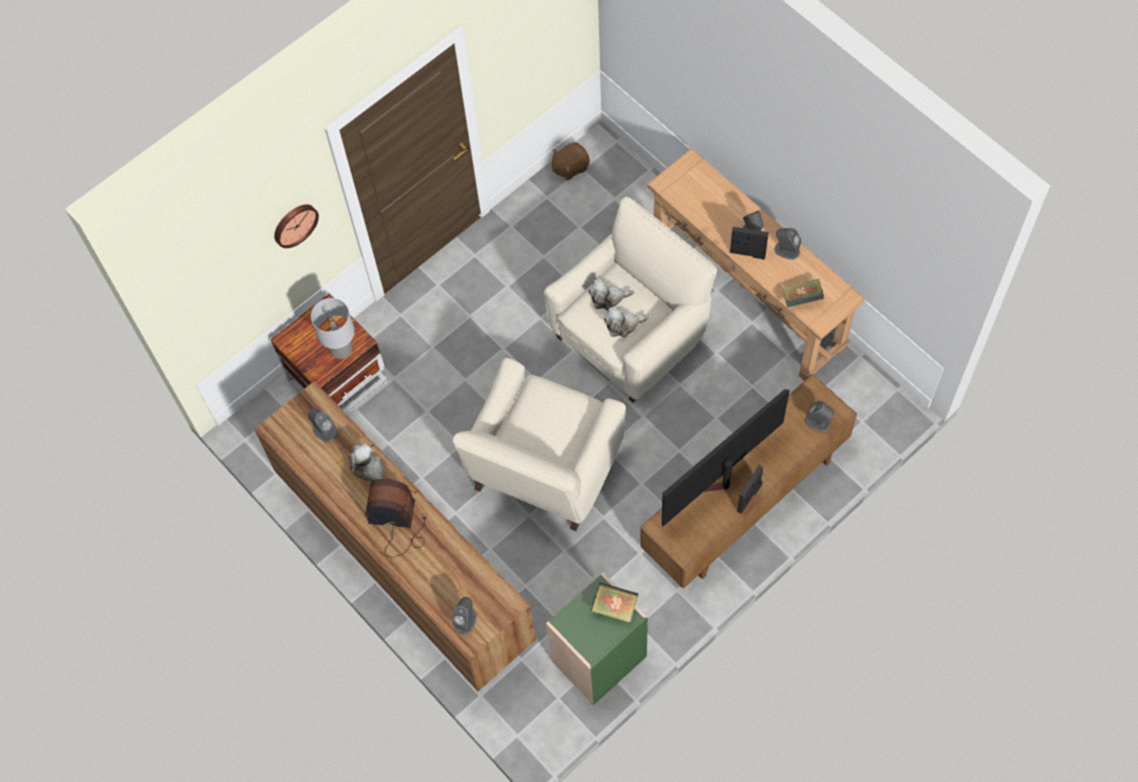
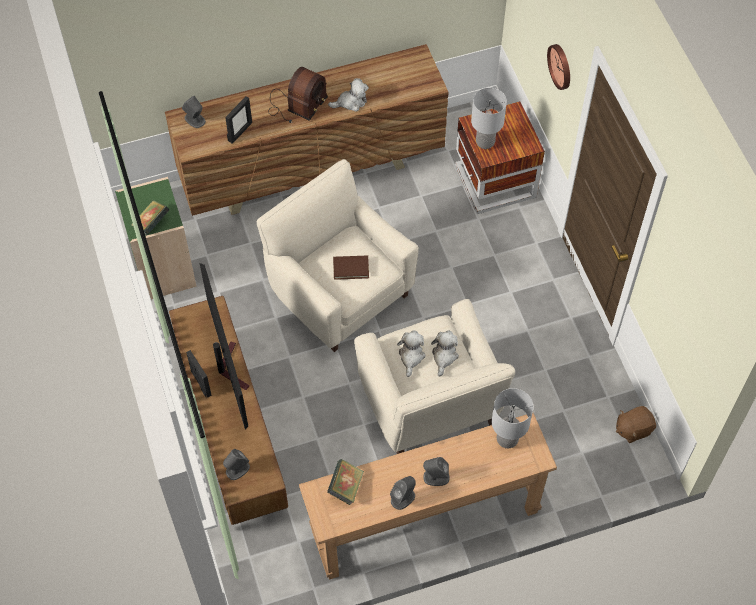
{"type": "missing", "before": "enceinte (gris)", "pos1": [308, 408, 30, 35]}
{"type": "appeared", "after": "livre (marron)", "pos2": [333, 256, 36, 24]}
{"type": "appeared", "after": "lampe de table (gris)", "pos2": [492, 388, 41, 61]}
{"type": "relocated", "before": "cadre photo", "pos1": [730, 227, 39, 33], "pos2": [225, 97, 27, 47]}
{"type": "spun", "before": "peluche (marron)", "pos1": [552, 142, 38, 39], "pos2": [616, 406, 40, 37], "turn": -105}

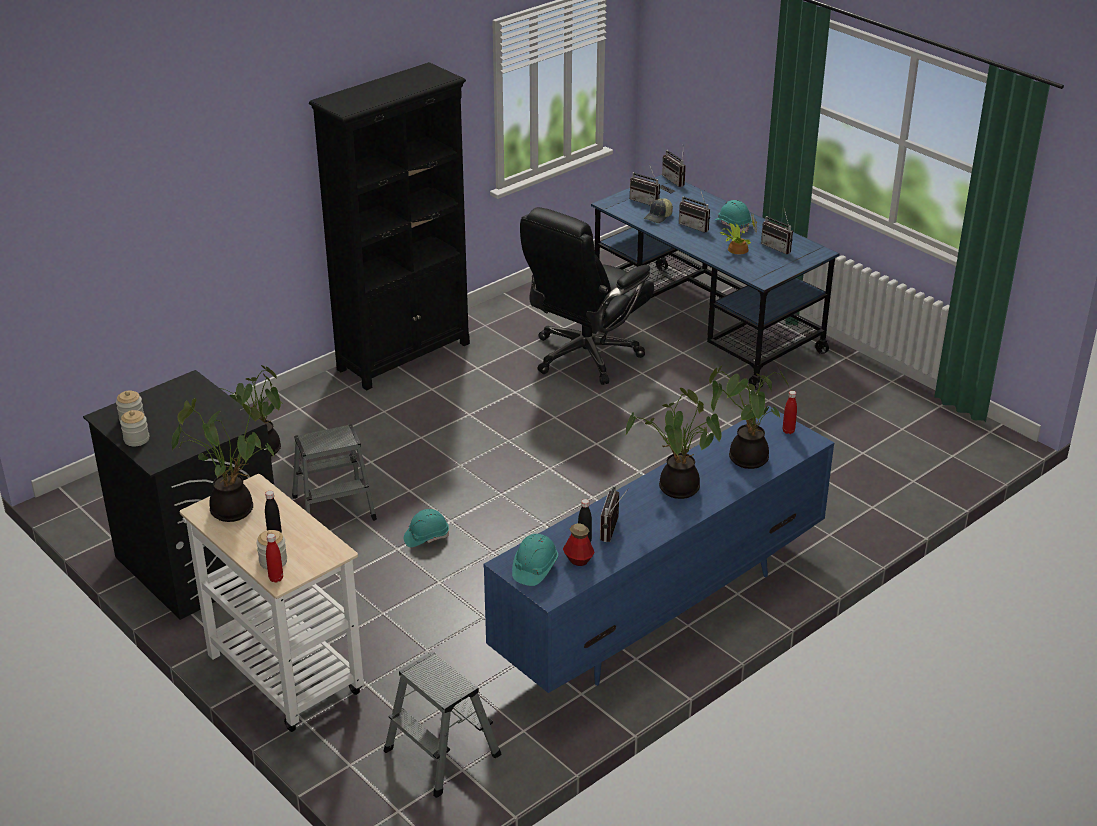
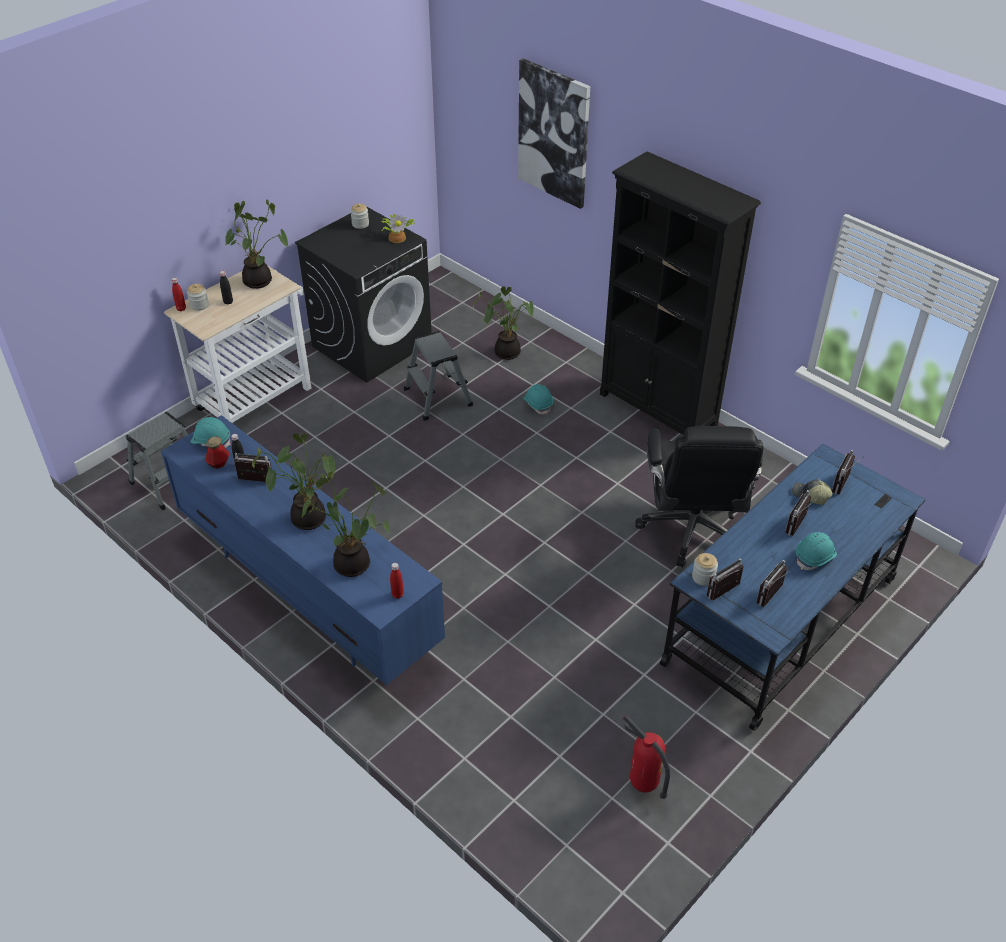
{"type": "appeared", "after": "tableau", "pos2": [518, 59, 72, 150]}
{"type": "appeared", "after": "extincteur", "pos2": [623, 715, 47, 84]}
{"type": "relocated", "before": "bocal", "pos1": [120, 410, 29, 37], "pos2": [692, 553, 26, 33]}
{"type": "relocated", "before": "casque de chantier (turquoise)", "pos1": [404, 509, 45, 38], "pos2": [524, 384, 29, 31]}
{"type": "relocated", "before": "radio", "pos1": [662, 150, 24, 37], "pos2": [707, 559, 37, 42]}
{"type": "relocated", "before": "plante en pot", "pos1": [720, 214, 37, 40], "pos2": [381, 213, 34, 30]}
{"type": "spun", "before": "chaise de bureau (noir)", "pos1": [520, 207, 134, 178], "pos2": [635, 426, 128, 141], "turn": -120}

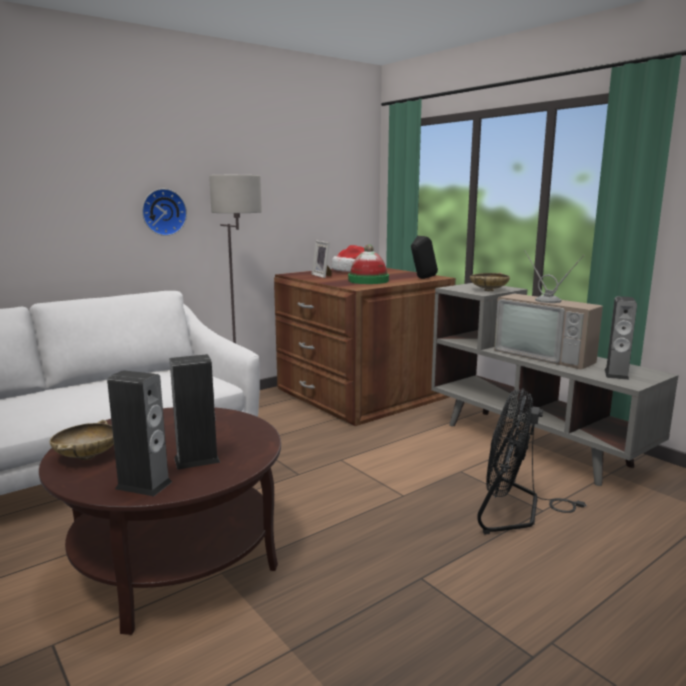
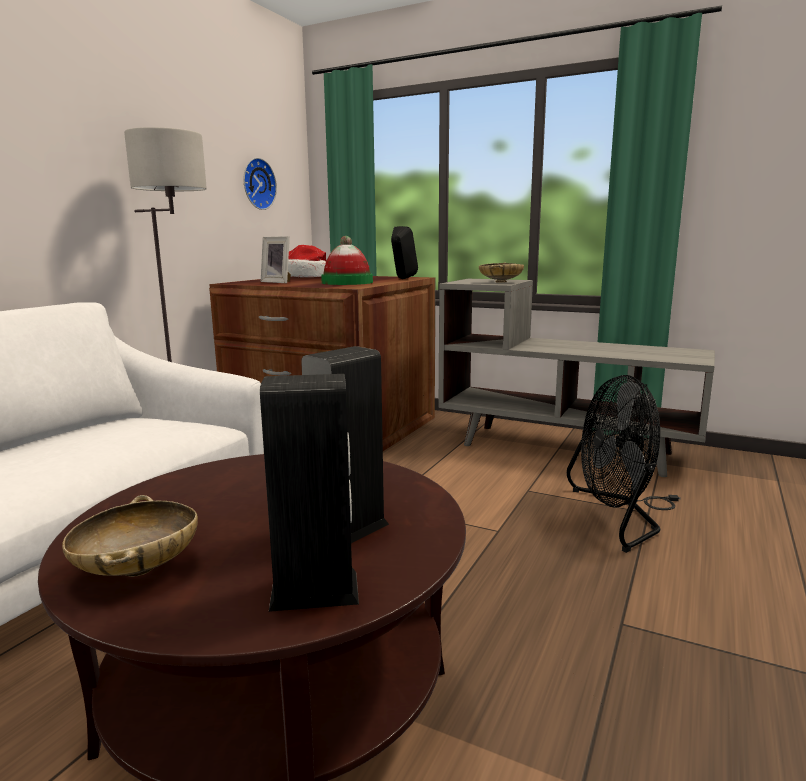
{"type": "missing", "before": "téléviseur", "pos1": [494, 250, 109, 120]}
{"type": "missing", "before": "enceinte", "pos1": [605, 296, 32, 84]}
{"type": "relocated", "before": "horloge murale", "pos1": [142, 189, 45, 47], "pos2": [244, 158, 33, 52]}

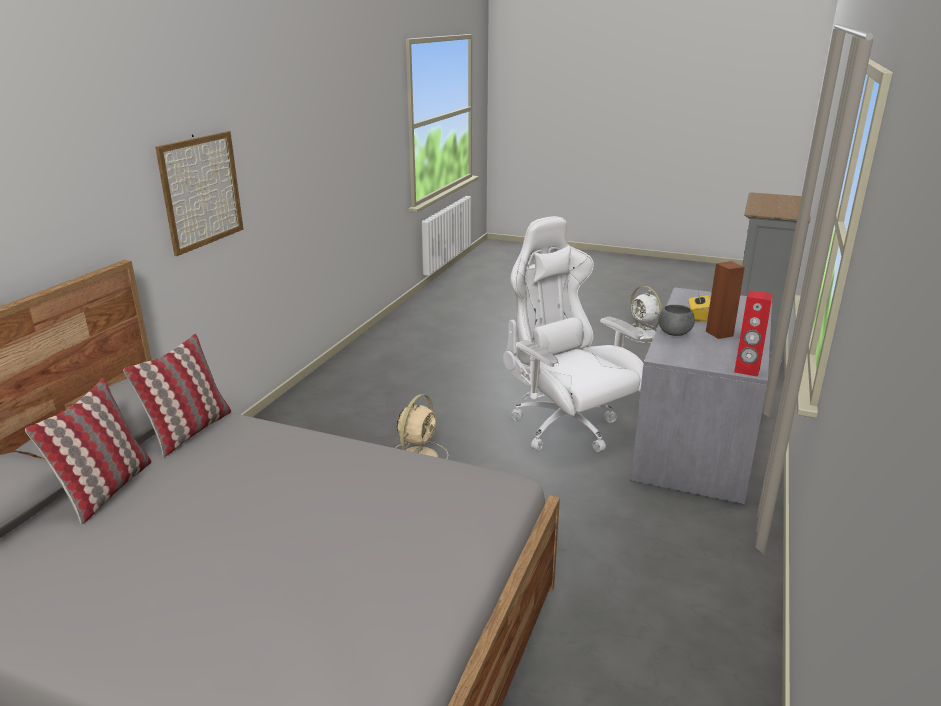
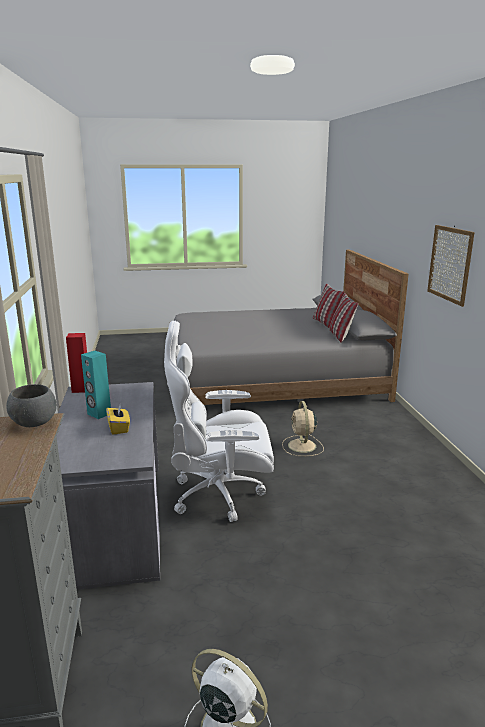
{"type": "relocated", "before": "bol (gris)", "pos1": [659, 305, 36, 31], "pos2": [6, 384, 51, 43]}
{"type": "colour", "before": "enceinte (marron)", "after": "enceinte (turquoise)", "pos1": [706, 261, 39, 78], "pos2": [81, 351, 30, 68]}
{"type": "spun", "before": "chaise de bureau (blanc)", "pos1": [503, 216, 141, 236], "pos2": [164, 321, 110, 201], "turn": 150}

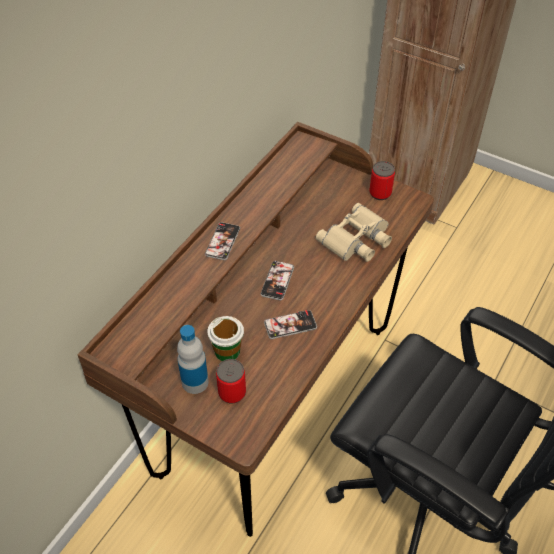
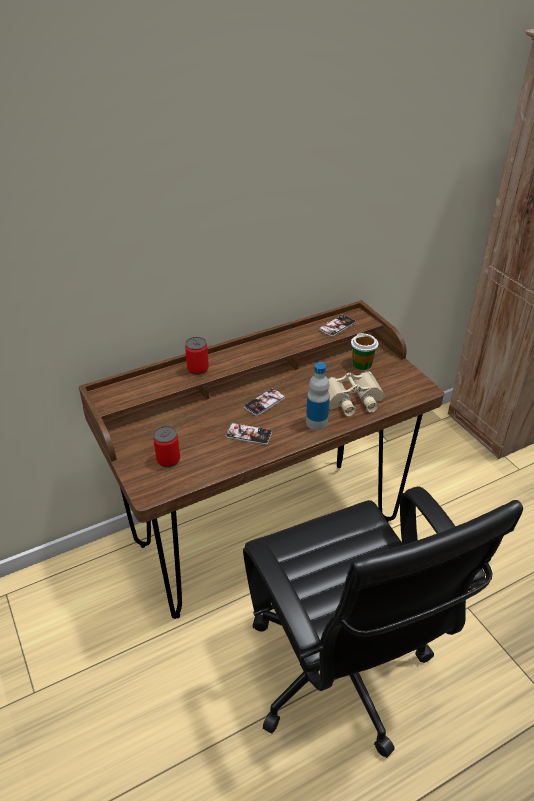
{"type": "relocated", "before": "bouteille", "pos1": [177, 325, 32, 69], "pos2": [306, 362, 24, 68]}
{"type": "relocated", "before": "téléphone", "pos1": [205, 222, 35, 38], "pos2": [319, 314, 37, 23]}
{"type": "relocated", "before": "tasse", "pos1": [207, 316, 37, 45], "pos2": [351, 333, 27, 37]}
{"type": "relocated", "before": "boîte métallique", "pos1": [369, 161, 26, 39], "pos2": [185, 337, 24, 38]}

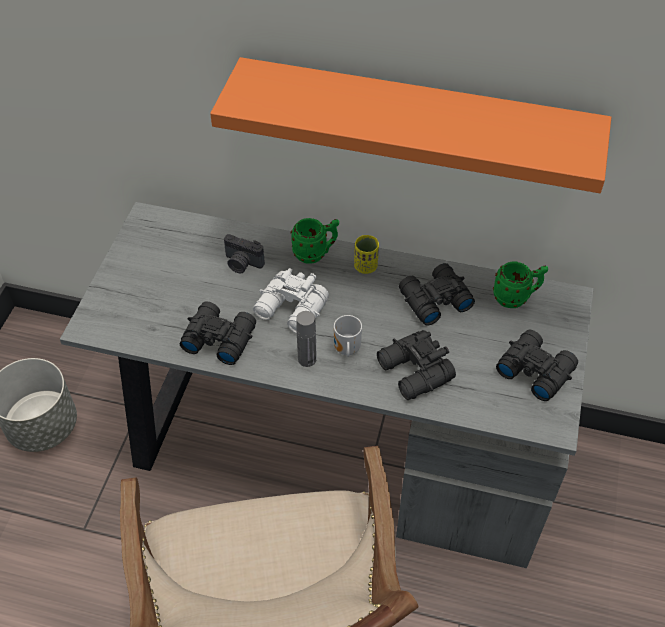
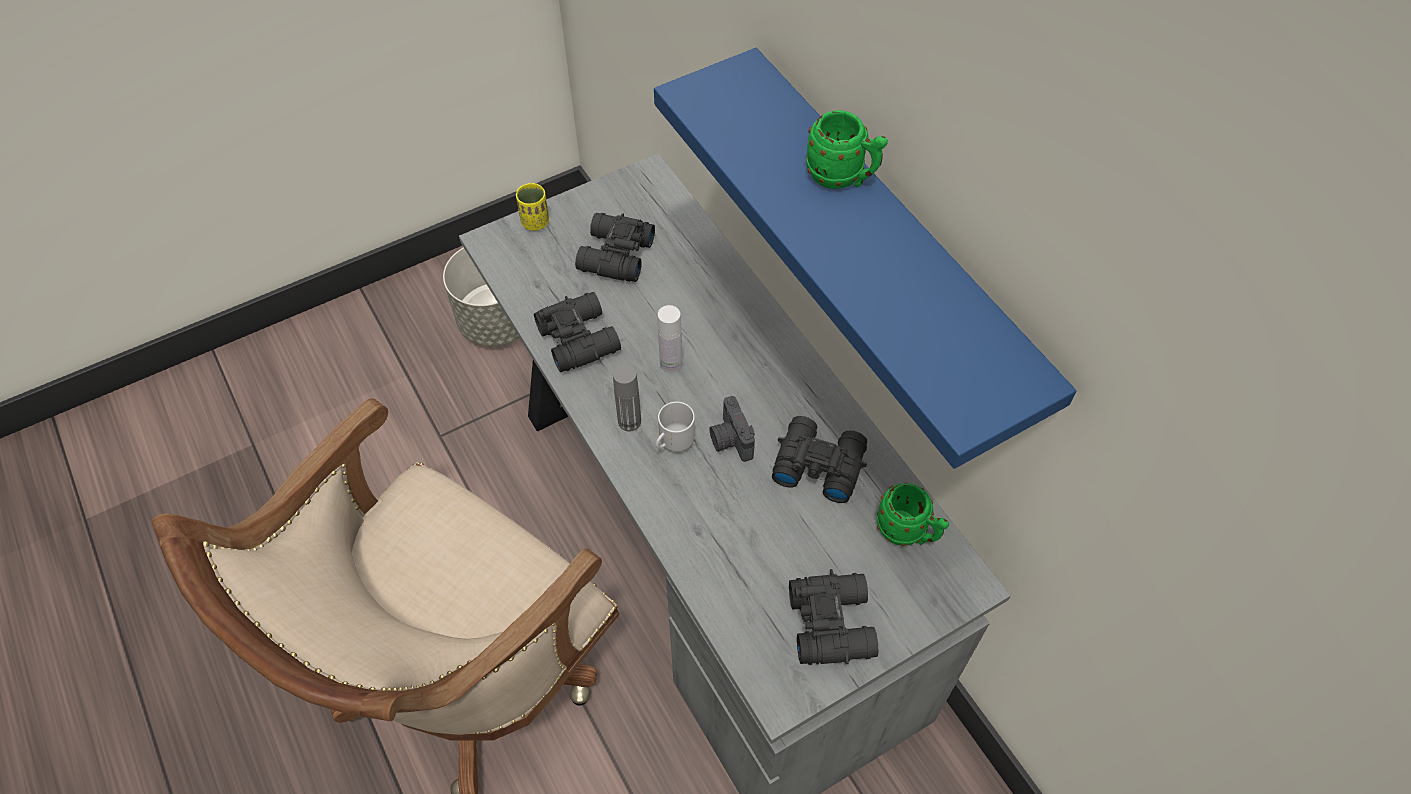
{"type": "relocated", "before": "appareil photo", "pos1": [224, 234, 41, 39], "pos2": [709, 396, 46, 66]}
{"type": "relocated", "before": "mug (vert)", "pos1": [291, 218, 48, 46], "pos2": [806, 110, 82, 79]}
{"type": "relocated", "before": "tasse (jaune)", "pos1": [354, 235, 25, 39], "pos2": [516, 183, 33, 48]}
{"type": "relocated", "before": "jumelles (noir)", "pos1": [377, 330, 79, 70], "pos2": [575, 213, 80, 69]}
{"type": "exchanged", "before": "jumelles (blanc)", "after": "bouteille (blanc)", "pos1": [253, 268, 76, 66], "pos2": [658, 305, 24, 68]}
{"type": "colour", "before": "étagère (orange)", "after": "étagère (bleu)", "pos1": [210, 57, 401, 136], "pos2": [654, 48, 422, 421]}

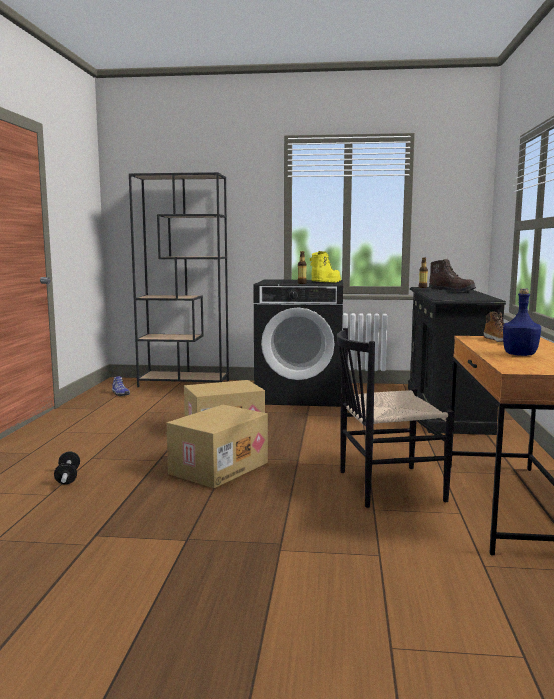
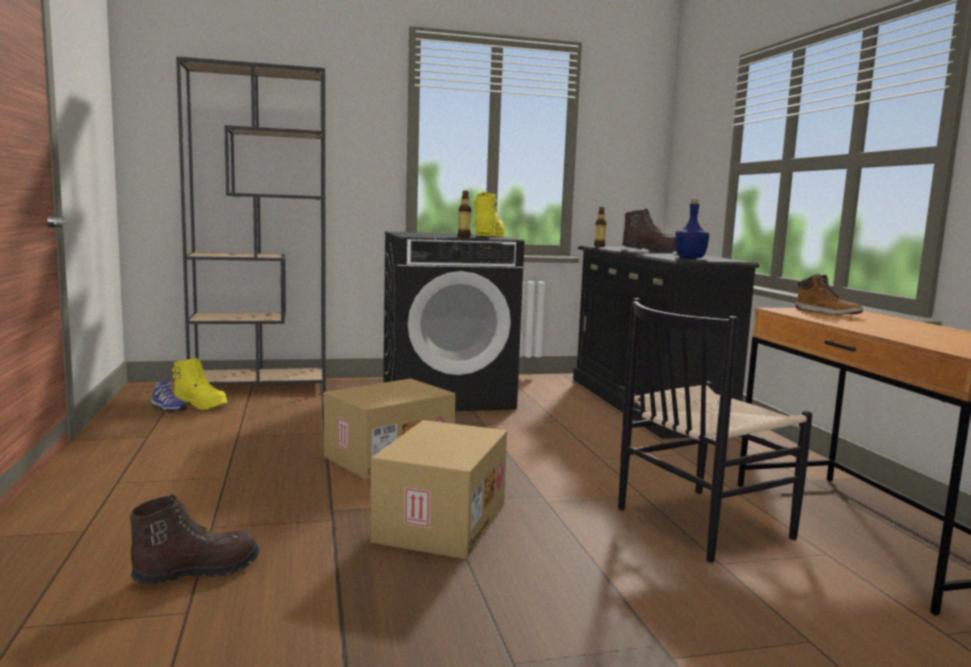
{"type": "appeared", "after": "botte (jaune)", "pos2": [172, 358, 56, 52]}
{"type": "relocated", "before": "bouteille (bleu)", "pos1": [503, 288, 38, 68], "pos2": [675, 199, 34, 59]}
{"type": "exchanged", "before": "haltère", "after": "botte (marron)", "pos1": [54, 452, 26, 33], "pos2": [129, 494, 131, 90]}

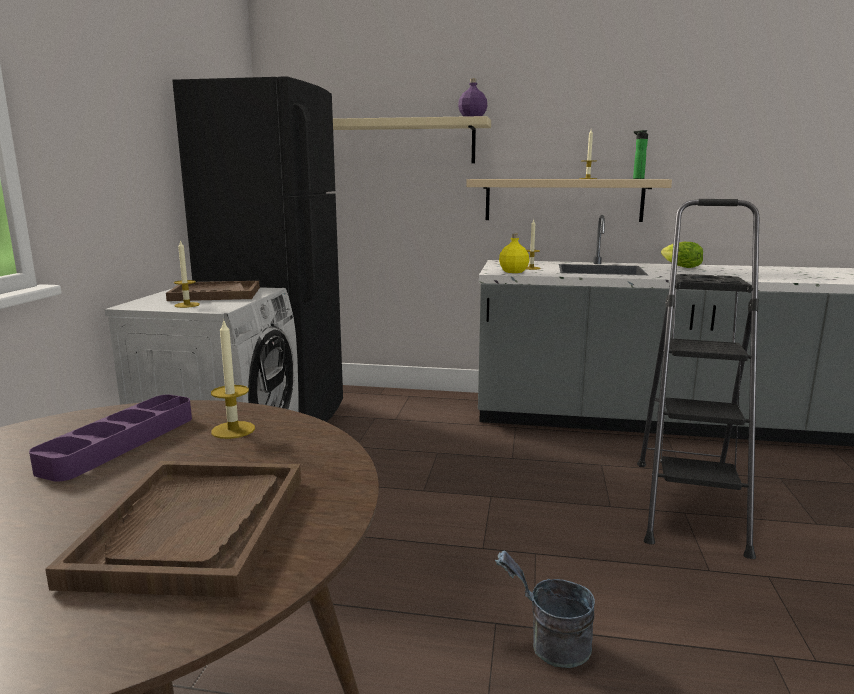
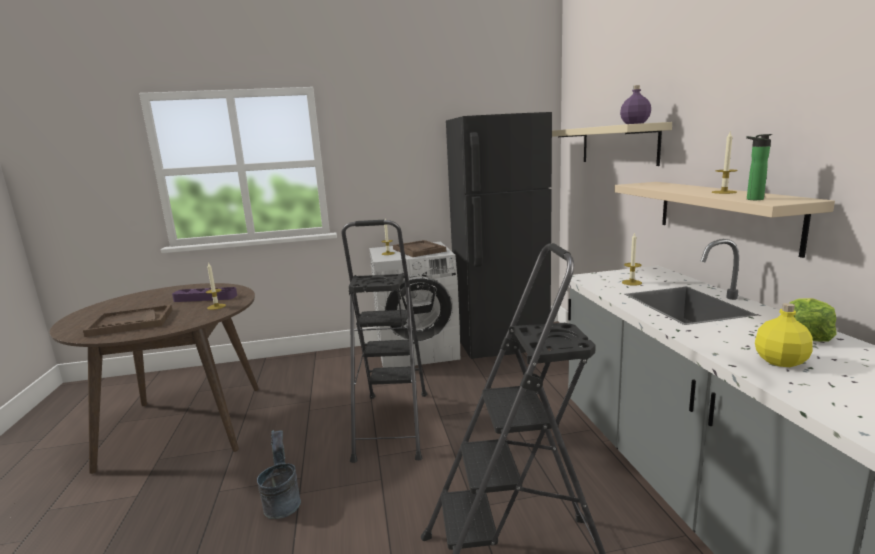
{"type": "appeared", "after": "escabeau", "pos2": [342, 220, 85, 243]}
{"type": "relocated", "before": "bouteille (jaune)", "pos1": [499, 234, 30, 39], "pos2": [755, 303, 58, 64]}

